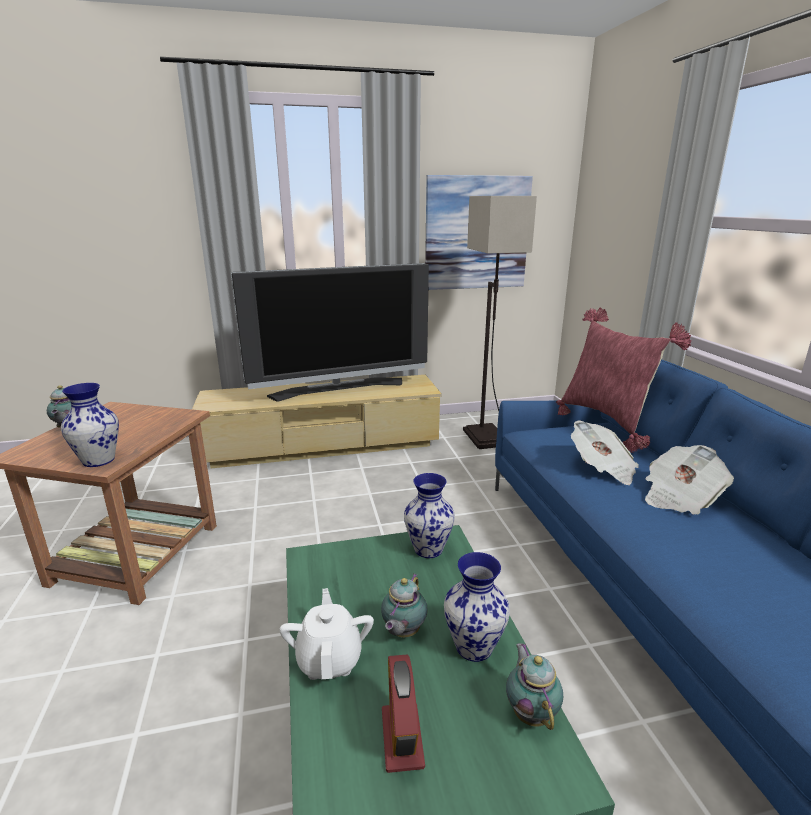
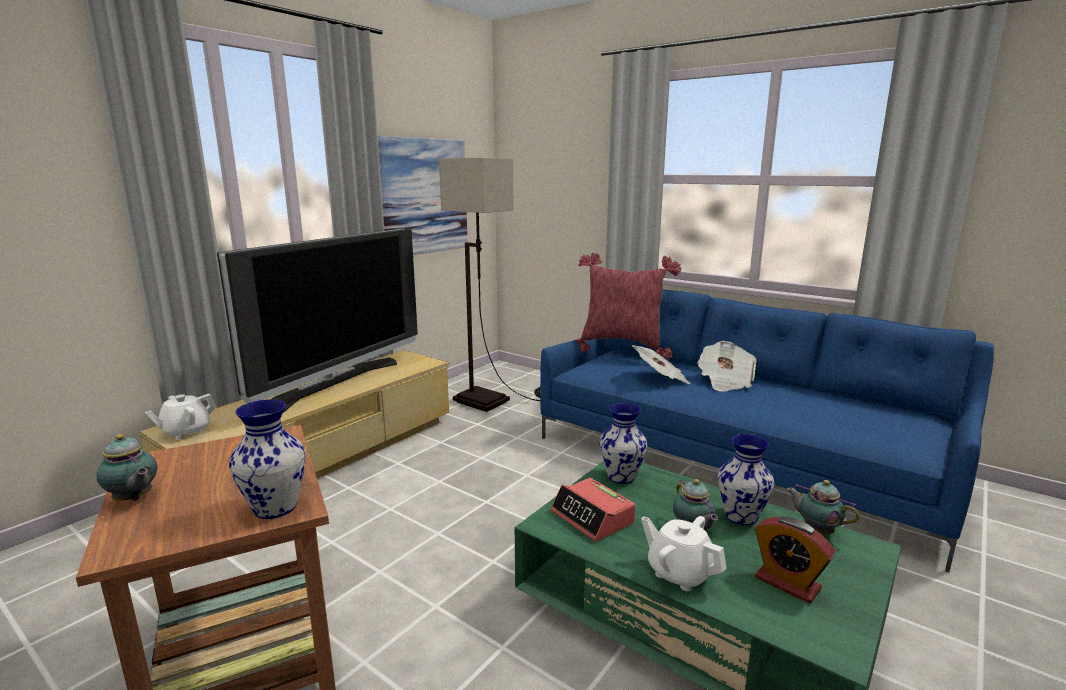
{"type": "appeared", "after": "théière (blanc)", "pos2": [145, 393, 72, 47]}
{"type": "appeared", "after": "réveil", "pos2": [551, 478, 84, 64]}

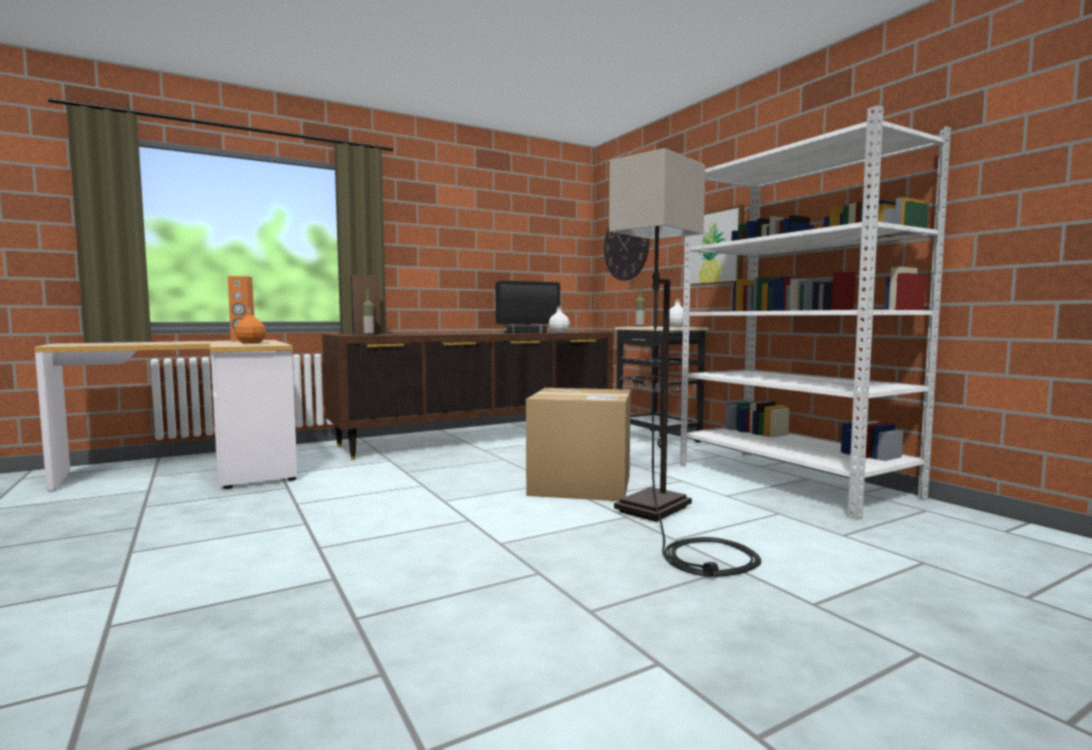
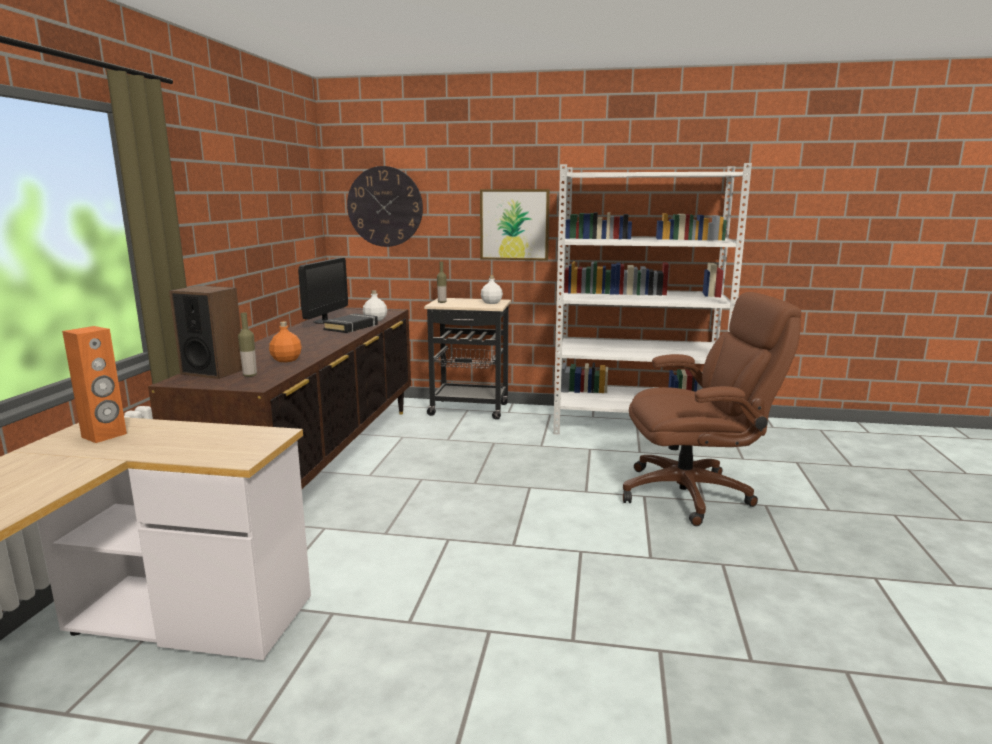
{"type": "missing", "before": "carton", "pos1": [526, 388, 105, 113]}
{"type": "relocated", "before": "bouteille (orange)", "pos1": [235, 308, 31, 35], "pos2": [269, 322, 33, 40]}
{"type": "exchanged", "before": "lampadaire", "after": "chaise de bureau (marron)", "pos1": [609, 148, 152, 430], "pos2": [623, 292, 178, 234]}

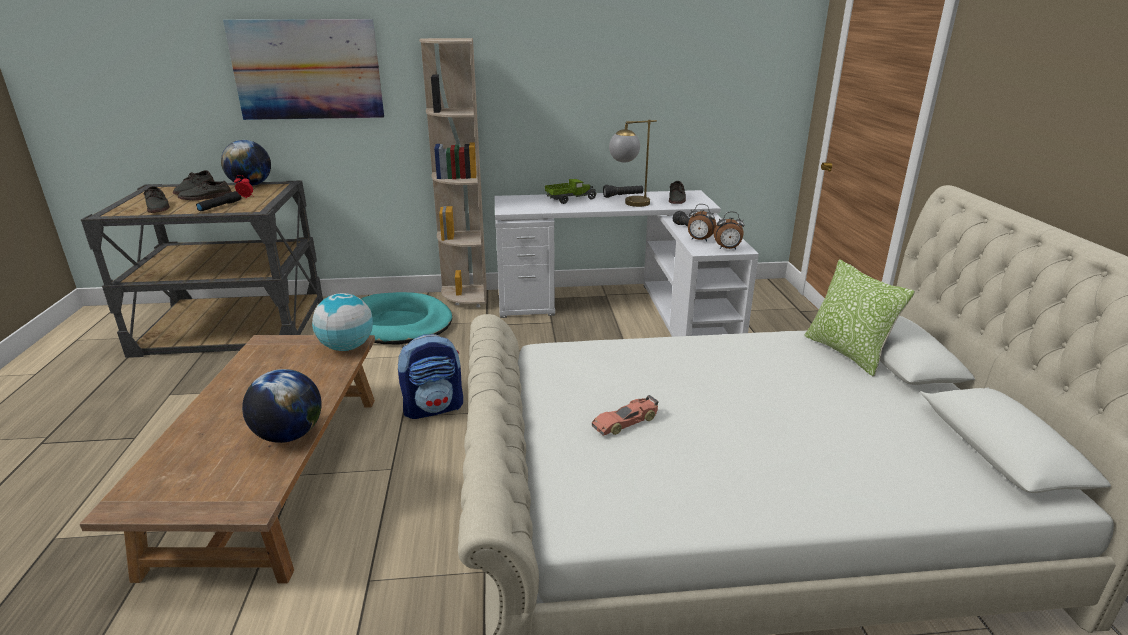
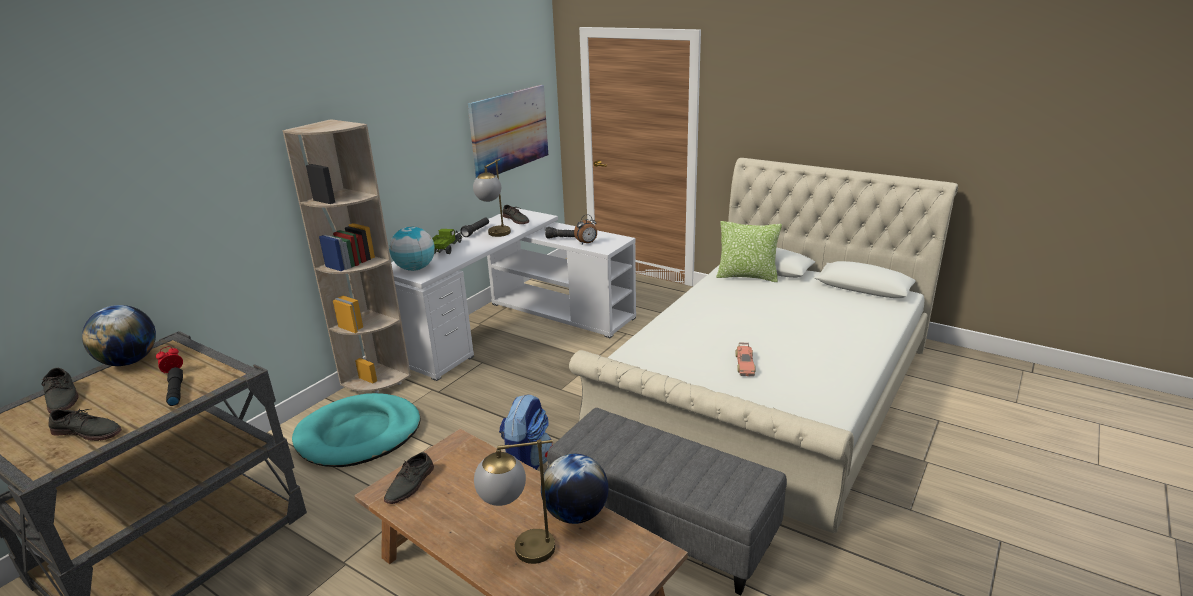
{"type": "missing", "before": "réveil", "pos1": [714, 212, 30, 38]}
{"type": "appeared", "after": "lampe de table", "pos2": [474, 439, 81, 125]}
{"type": "appeared", "after": "pouf (gris)", "pos2": [547, 408, 240, 187]}
{"type": "relocated", "before": "chaussure (gris)", "pos1": [178, 180, 54, 20], "pos2": [384, 452, 50, 52]}
{"type": "relocated", "before": "tableau", "pos1": [223, 19, 161, 101], "pos2": [468, 85, 80, 93]}
{"type": "relocated", "before": "globe", "pos1": [312, 293, 61, 58], "pos2": [389, 226, 46, 45]}

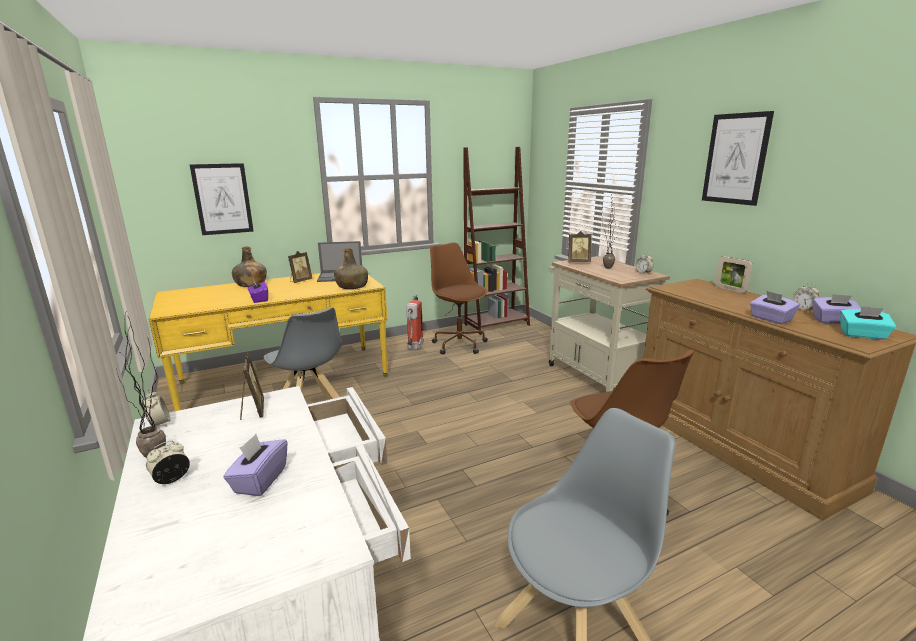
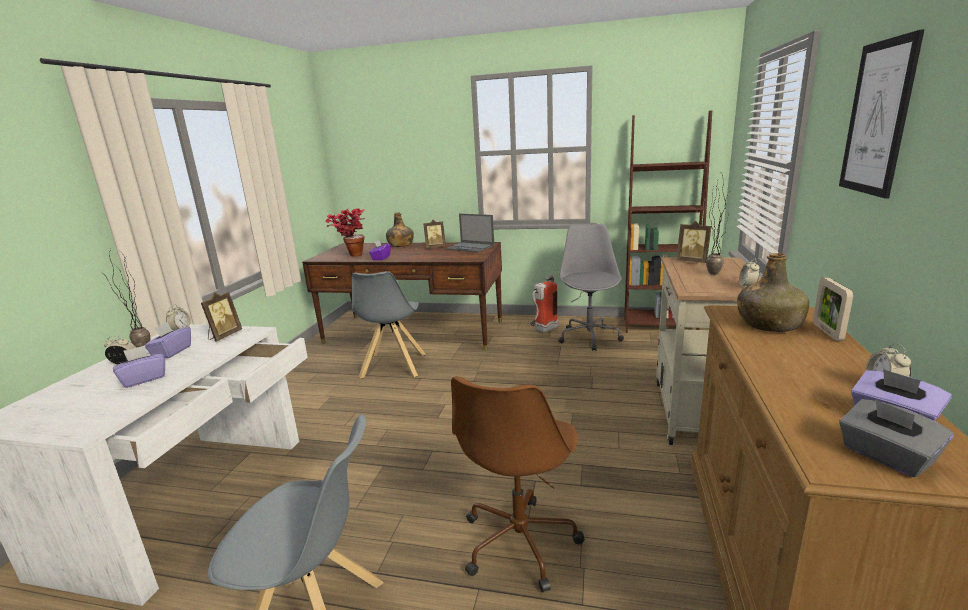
{"type": "missing", "before": "tableau", "pos1": [190, 163, 64, 72]}
{"type": "appeared", "after": "plante en pot", "pos2": [326, 208, 39, 49]}
{"type": "relocated", "before": "bouteille (vert)", "pos1": [334, 248, 34, 41], "pos2": [737, 253, 72, 79]}
{"type": "relocated", "before": "boîte à mouchoirs (violet)", "pos1": [750, 291, 50, 33], "pos2": [145, 322, 46, 36]}
{"type": "colour", "before": "bureau (jaune)", "after": "bureau (marron)", "pos1": [149, 273, 239, 138], "pos2": [302, 242, 200, 108]}
{"type": "colour", "before": "chaise de bureau (marron)", "after": "chaise de bureau (gris)", "pos1": [430, 243, 58, 112], "pos2": [558, 224, 66, 127]}
{"type": "colour", "before": "boîte à mouchoirs (turquoise)", "after": "boîte à mouchoirs (gris)", "pos1": [840, 306, 56, 34], "pos2": [839, 399, 115, 79]}

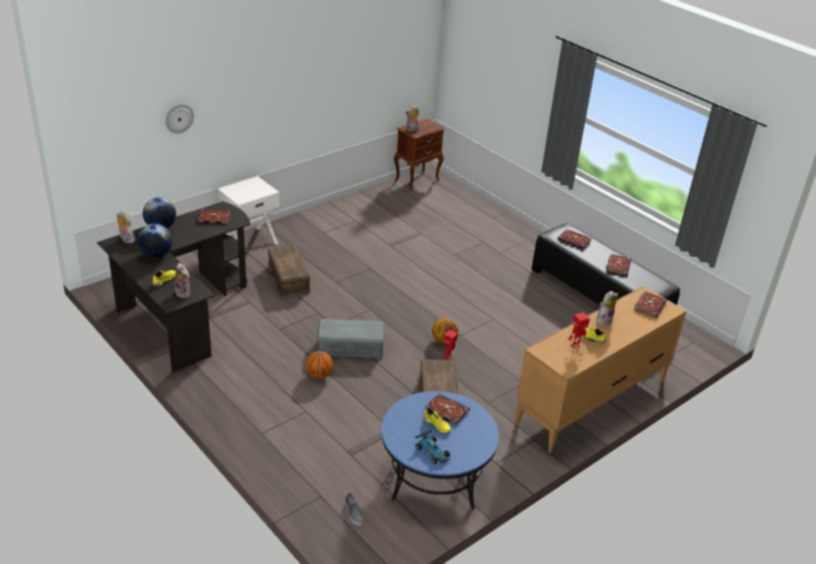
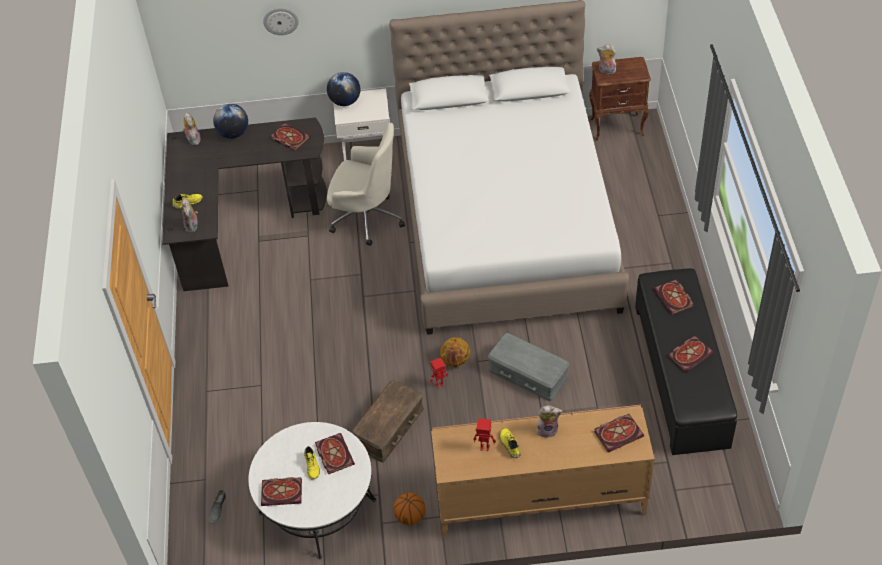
{"type": "appeared", "after": "lit (blanc)", "pos2": [389, 0, 240, 335]}
{"type": "relocated", "before": "globe", "pos1": [138, 224, 35, 34], "pos2": [327, 72, 33, 34]}
{"type": "relocated", "before": "ballon de basket", "pos1": [306, 351, 27, 28], "pos2": [393, 493, 33, 32]}
{"type": "relocated", "before": "boîte de rangement (gris)", "pos1": [317, 319, 68, 39], "pos2": [488, 333, 81, 68]}
{"type": "exchanged", "before": "boîte de rangement (marron)", "after": "chaise de bureau (beige)", "pos1": [268, 245, 43, 52], "pos2": [327, 123, 78, 123]}
{"type": "exchanged", "before": "petite voiture", "after": "livre", "pos1": [415, 429, 36, 36], "pos2": [261, 477, 41, 29]}
{"type": "colour", "before": "table basse (bleu)", "after": "table basse (blanc)", "pos1": [381, 391, 118, 118], "pos2": [248, 422, 128, 137]}

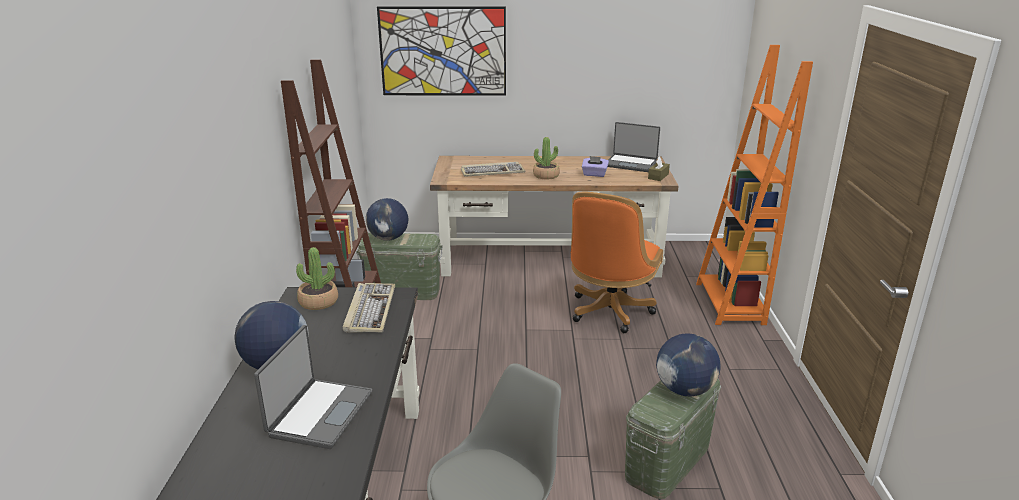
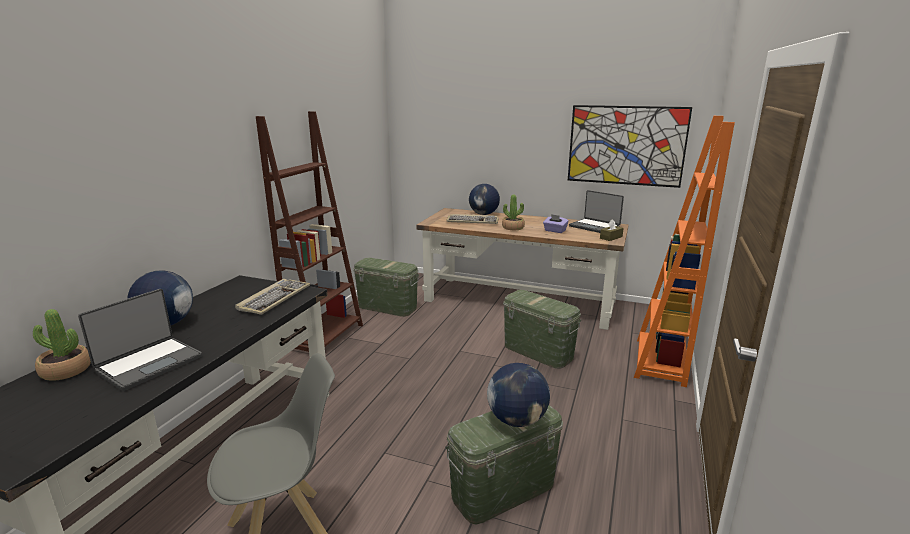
{"type": "relocated", "before": "plante en pot", "pos1": [296, 247, 42, 63], "pos2": [33, 309, 58, 72]}
{"type": "relocated", "before": "globe", "pos1": [366, 198, 42, 43], "pos2": [469, 184, 31, 31]}
{"type": "relocated", "before": "tableau", "pos1": [377, 6, 129, 90], "pos2": [568, 105, 124, 83]}
{"type": "exchanged", "before": "chaise de bureau (orange)", "after": "boîte de rangement (vert)", "pos1": [571, 192, 92, 141], "pos2": [503, 290, 78, 79]}

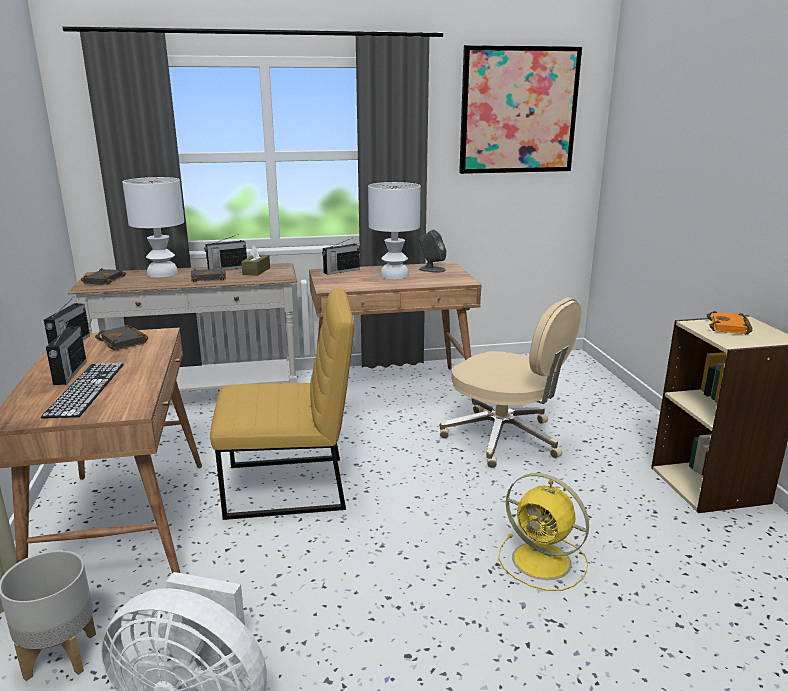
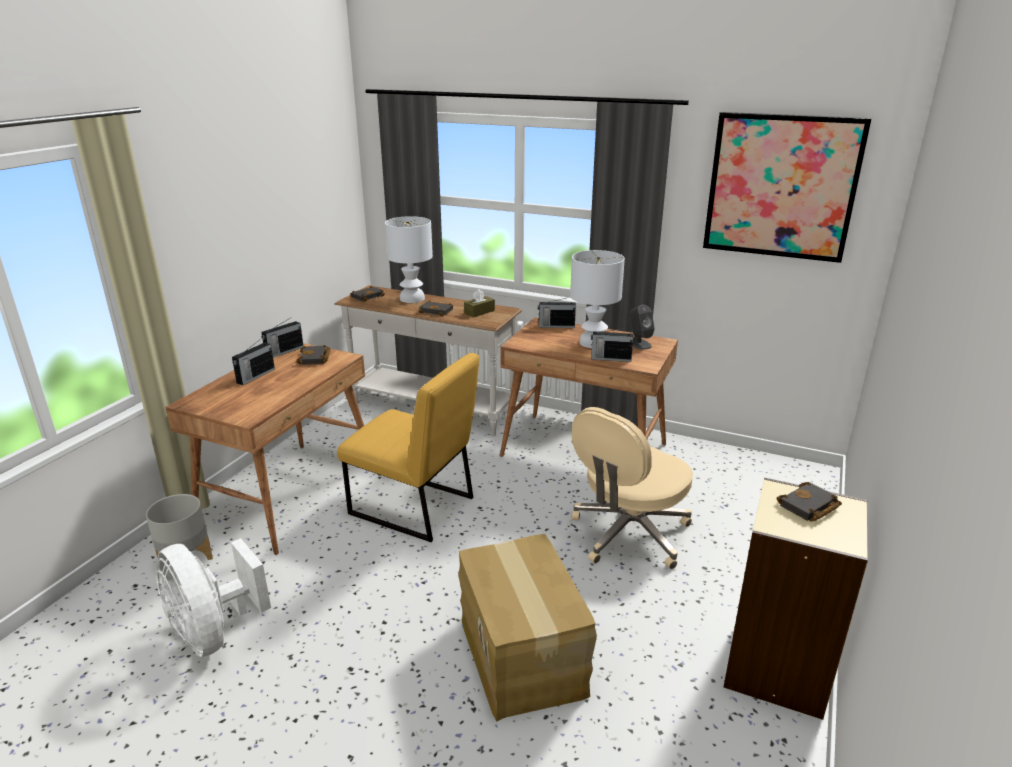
{"type": "missing", "before": "clavier", "pos1": [41, 363, 83, 55]}
{"type": "relocated", "before": "radio", "pos1": [204, 234, 43, 36], "pos2": [591, 328, 42, 34]}
{"type": "exchanged", "before": "ventilateur (jaune)", "after": "carton", "pos1": [498, 473, 91, 118], "pos2": [458, 534, 139, 188]}
{"type": "colour", "before": "livre (orange)", "after": "livre (noir)", "pos1": [707, 311, 46, 23], "pos2": [777, 482, 65, 40]}
{"type": "spun", "before": "chaise de bureau (beige)", "pos1": [440, 297, 141, 171], "pos2": [572, 407, 121, 162], "turn": 60}

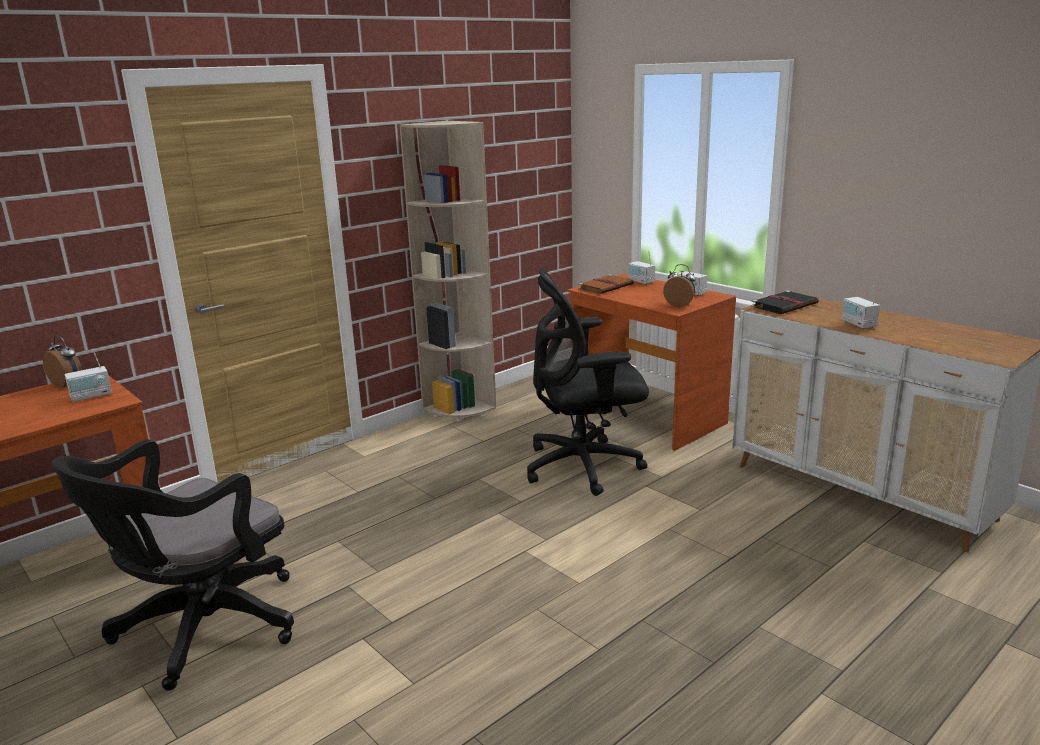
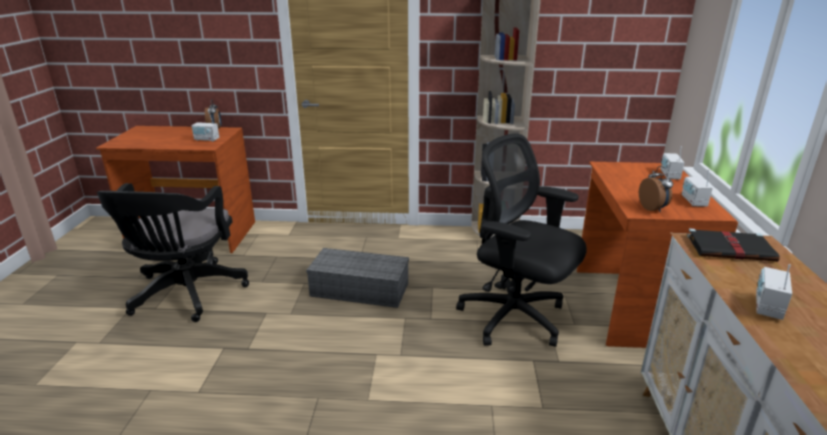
{"type": "missing", "before": "livre (marron)", "pos1": [578, 275, 56, 19]}
{"type": "appeared", "after": "boîte de rangement (gris)", "pos2": [306, 248, 103, 60]}
{"type": "spun", "before": "chaise de bureau (noir)", "pos1": [52, 439, 242, 252], "pos2": [97, 183, 152, 139], "turn": -75}

